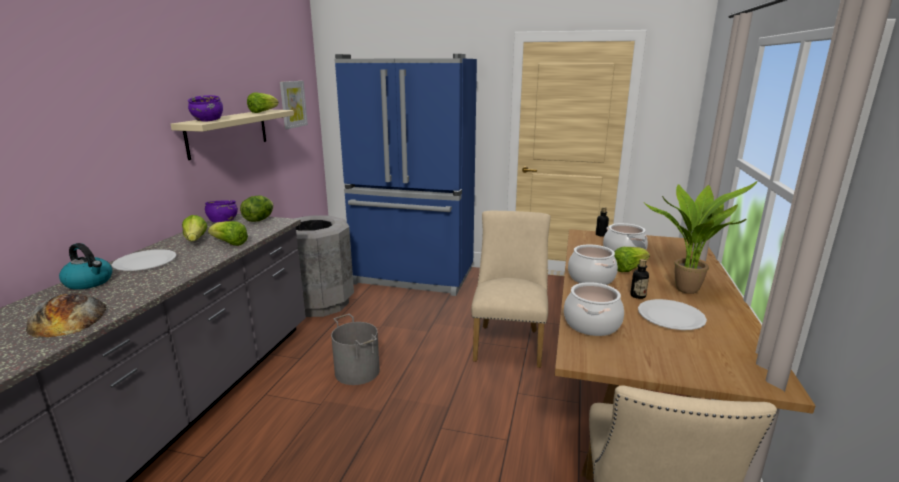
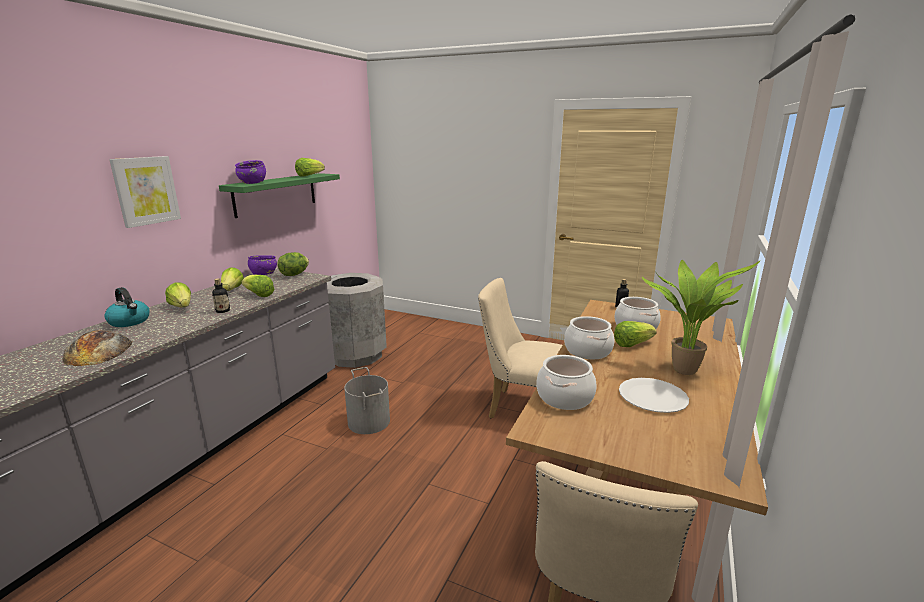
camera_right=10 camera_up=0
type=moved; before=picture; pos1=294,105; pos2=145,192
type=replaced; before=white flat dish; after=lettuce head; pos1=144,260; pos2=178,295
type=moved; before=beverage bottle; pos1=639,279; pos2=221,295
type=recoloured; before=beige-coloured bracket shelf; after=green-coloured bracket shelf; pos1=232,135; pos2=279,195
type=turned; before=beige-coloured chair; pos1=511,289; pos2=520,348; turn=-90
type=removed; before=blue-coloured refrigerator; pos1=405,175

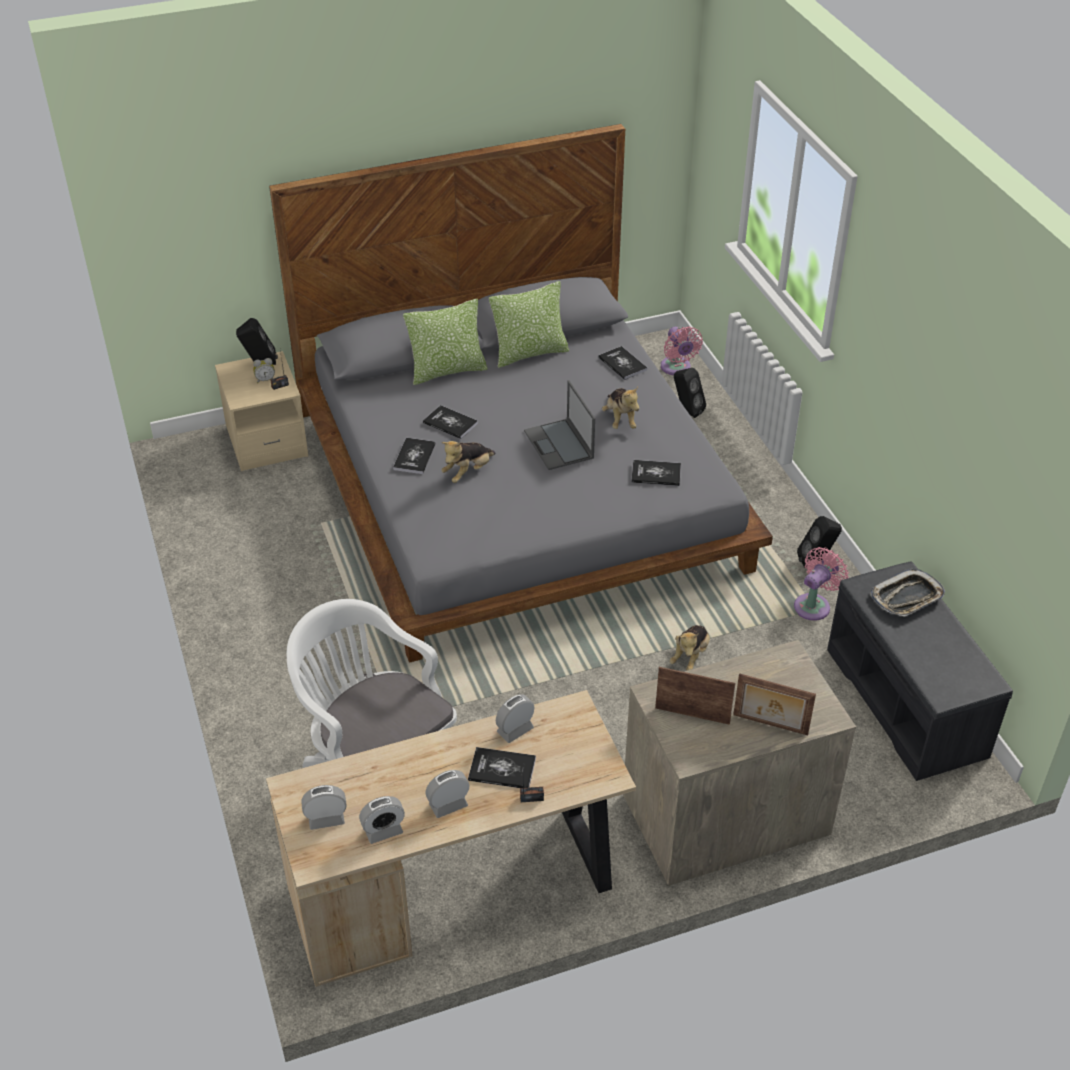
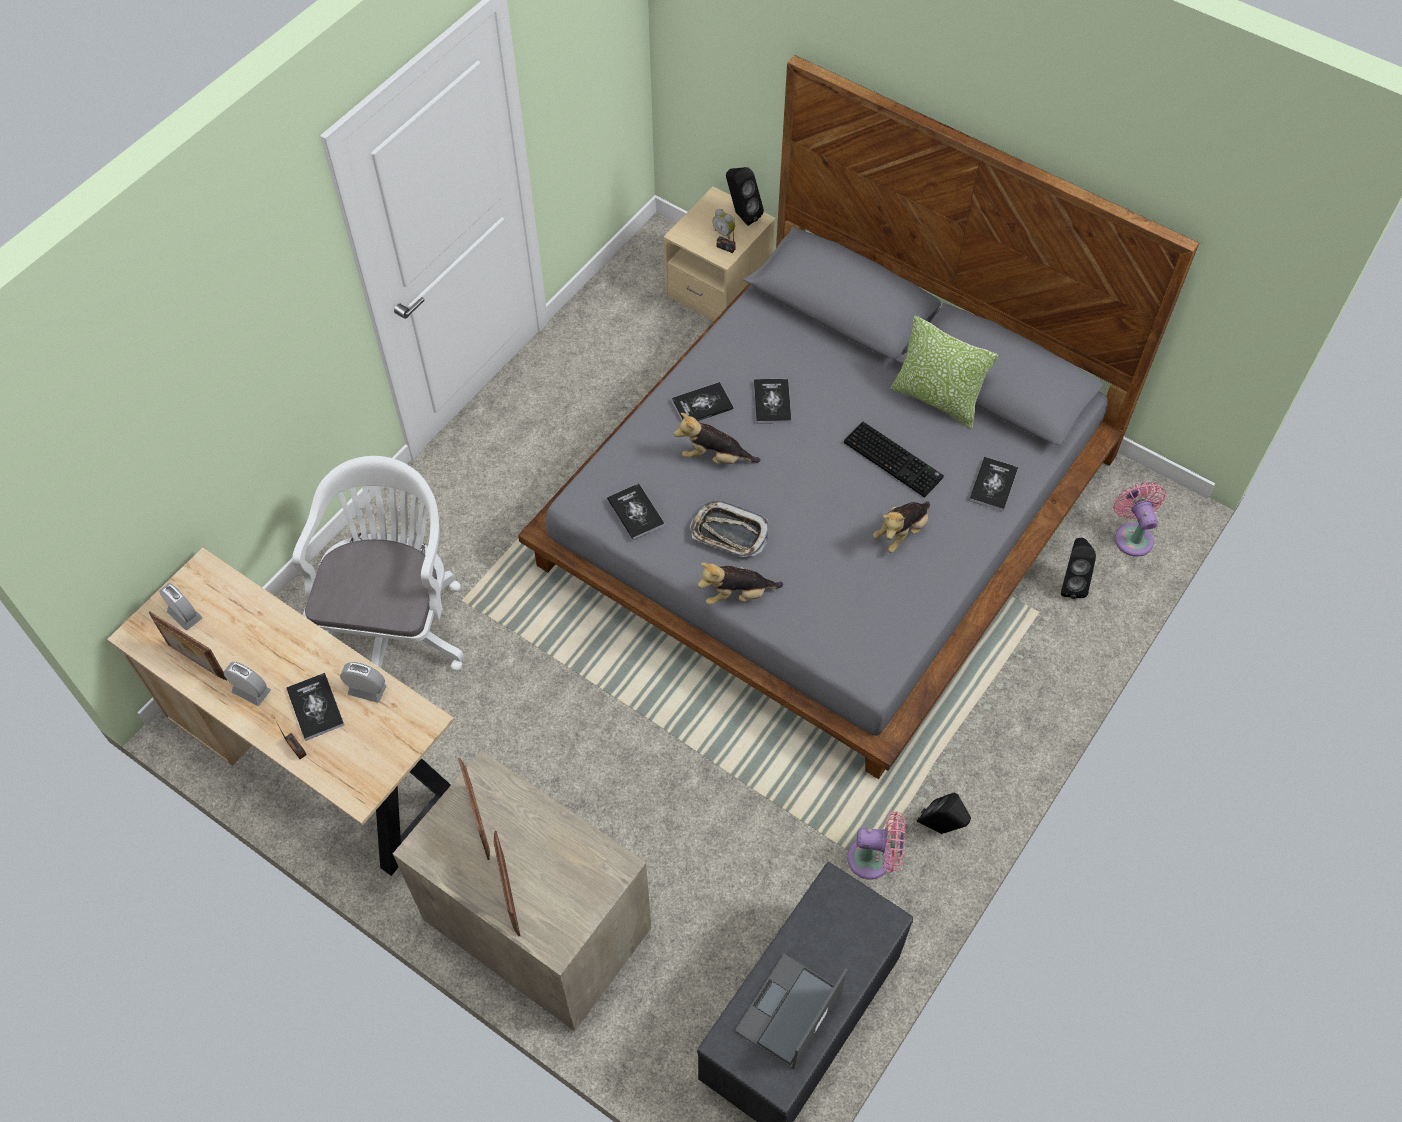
camera_right=55 camera_up=15
type=replaced; before=table clock; after=picture frame; pos1=382,820; pos2=188,646
type=moved; before=volume; pos1=656,473; pos2=636,511
type=moved; before=serving tray; pos1=907,593; pos2=729,529
type=moved; before=soft toy; pos1=689,647; pos2=740,583
type=moved; before=portable computer; pos1=559,425; pos2=791,1012
type=added; after=keyboard; pos2=894,459
type=turned; before=pinkish fan; pos1=682,351; pos2=1139,519; turn=135
type=removed; before=throw pillow; pos1=445,342

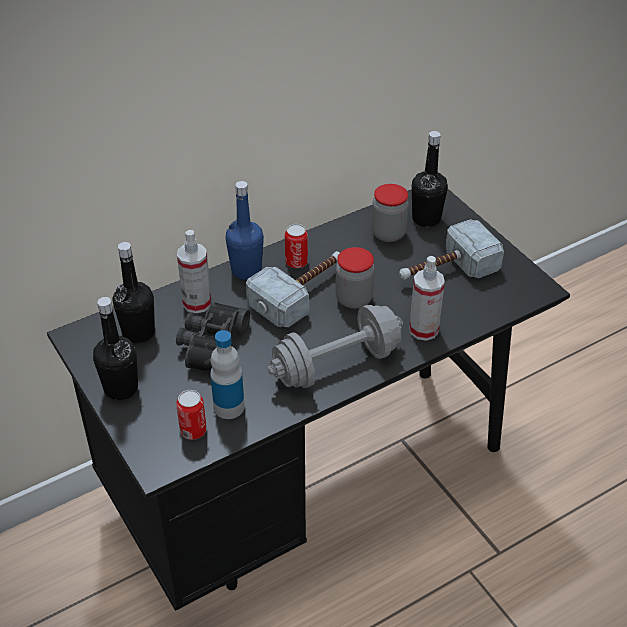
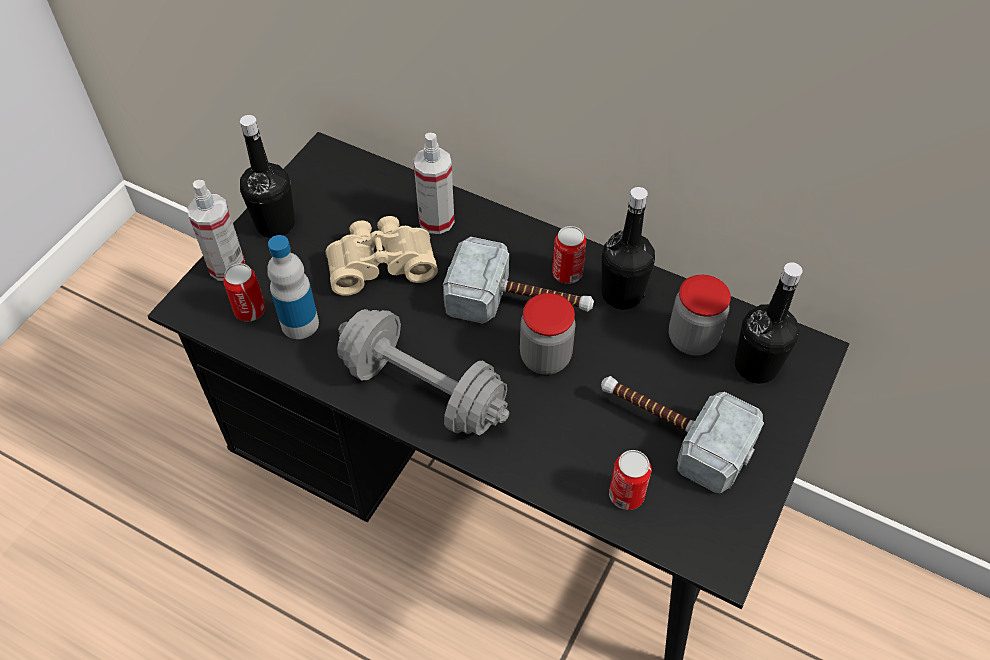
camera_right=60 camera_up=10
type=moved; before=spray bottle; pos1=427,298; pos2=216,230
type=recoloured; before=black binoculars; after=beige-coloured binoculars; pos1=213,337; pos2=382,256
type=moved; before=black beverage bottle; pos1=134,292; pos2=628,248
type=added; after=metal can; pos2=630,480
type=removed; before=blue-coloured beverage bottle; pos1=244,230

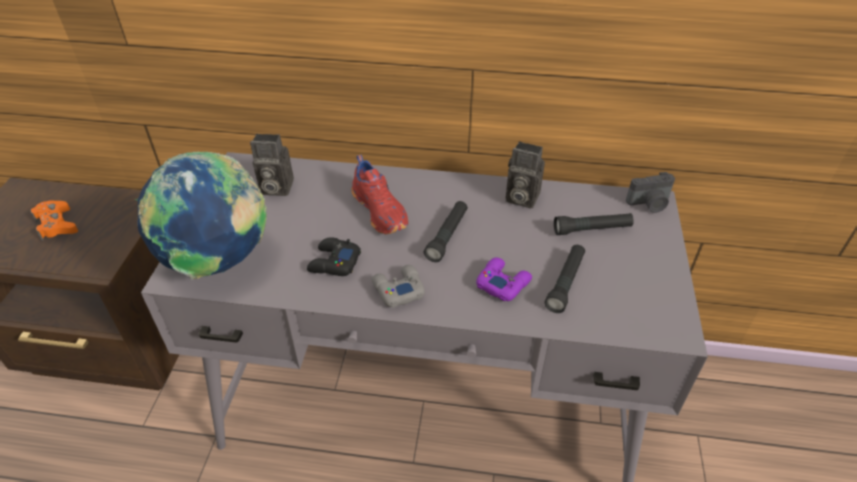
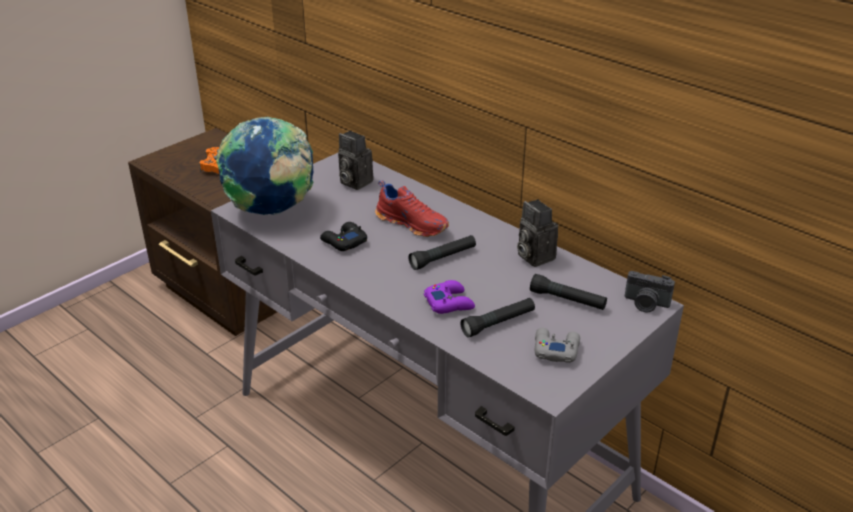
camera_right=35 camera_up=-10
type=turned; before=reddish low shoe; pos1=380,194; pos2=412,208; turn=-60
type=moved; before=greyish joypad; pos1=398,286; pos2=557,345

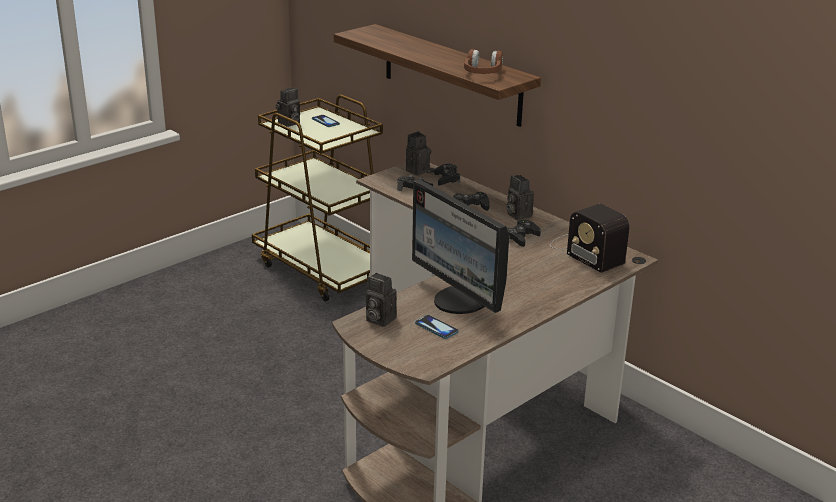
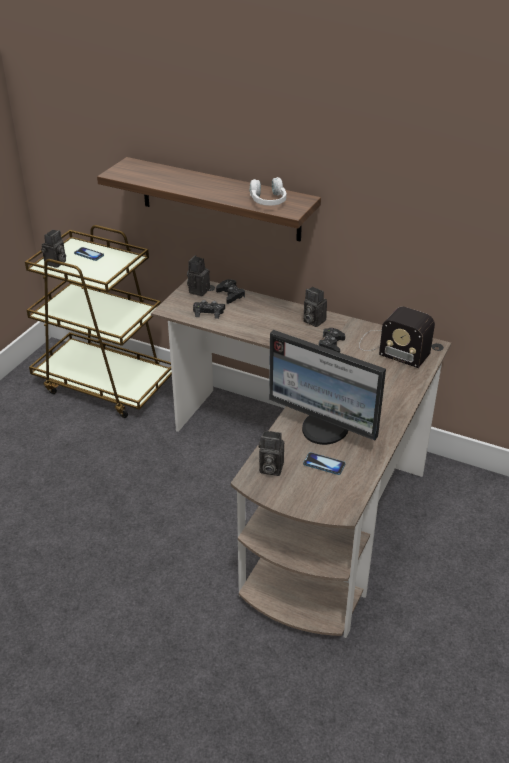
camera_right=-20 camera_up=10
type=recoloured; before=brownish headphones; after=white headphones; pos1=483,61; pos2=268,191
type=removed; before=black joypad; pos1=471,201

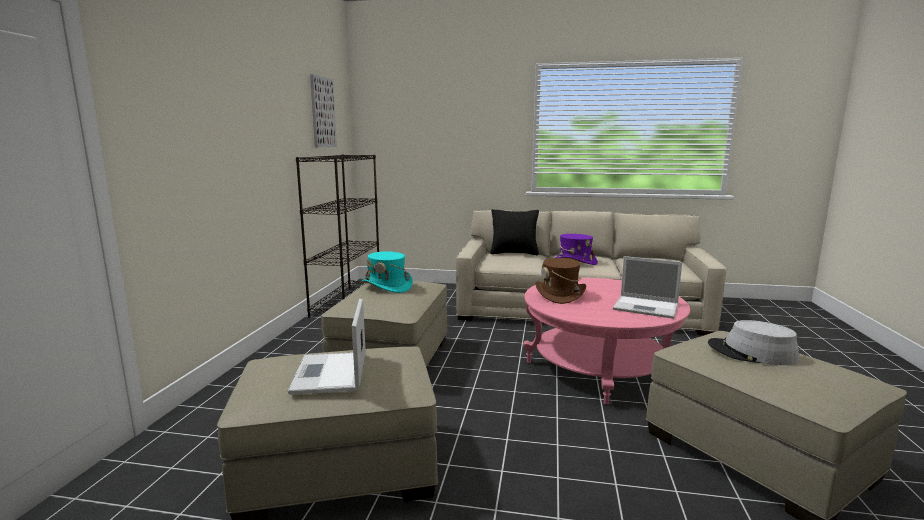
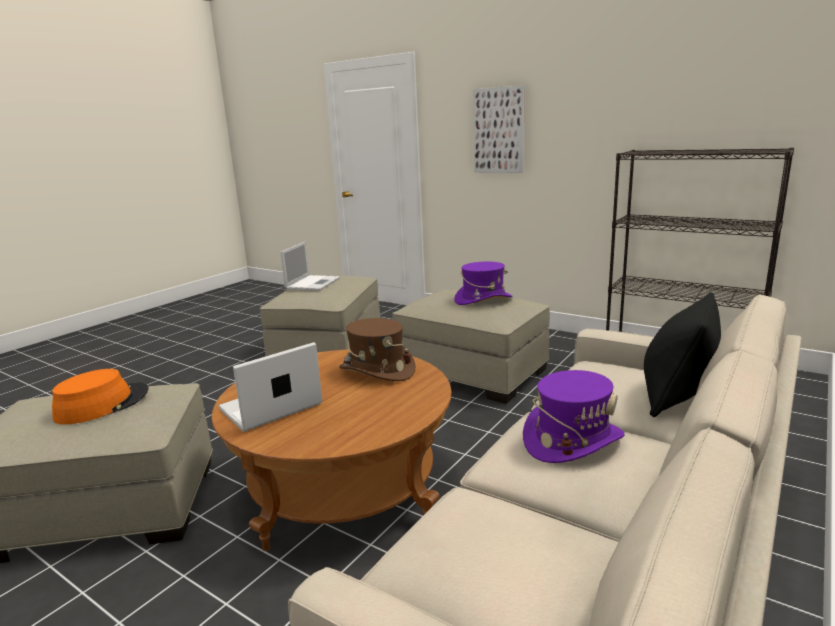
camera_right=115 camera_up=5
type=recoloured; before=greyish clothing hat; after=orangey clothing hat; pos1=753,342; pos2=100,397
type=recoloured; before=pinkish coffee table; after=brownish coffee table; pos1=606,341; pos2=331,450
type=turned; before=portable computer; pos1=327,347; pos2=310,266; turn=90
type=recoloured; before=turquoise clothing hat; after=purplish clothing hat; pos1=387,272; pos2=483,283
type=moved; before=picture; pos1=323,110; pos2=499,129

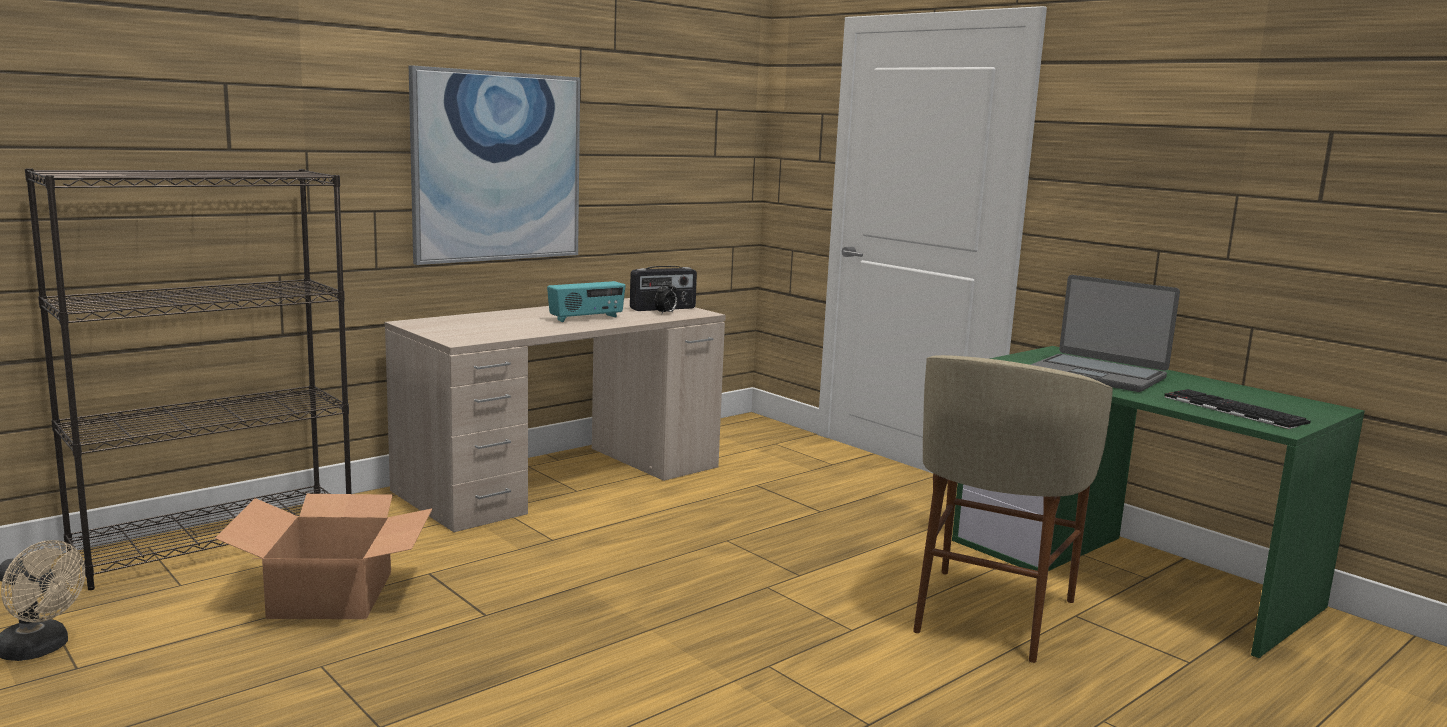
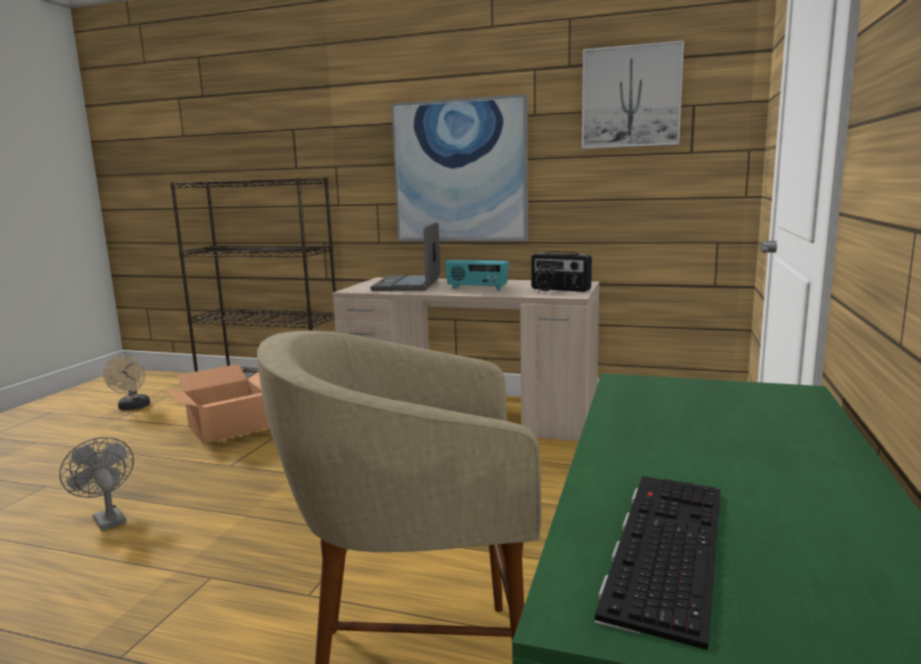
camera_right=60 camera_up=0
type=added; after=greyish fan; pos2=96,484
type=moved; before=portable computer; pos1=1105,333; pos2=405,256
type=added; after=picture; pos2=633,94

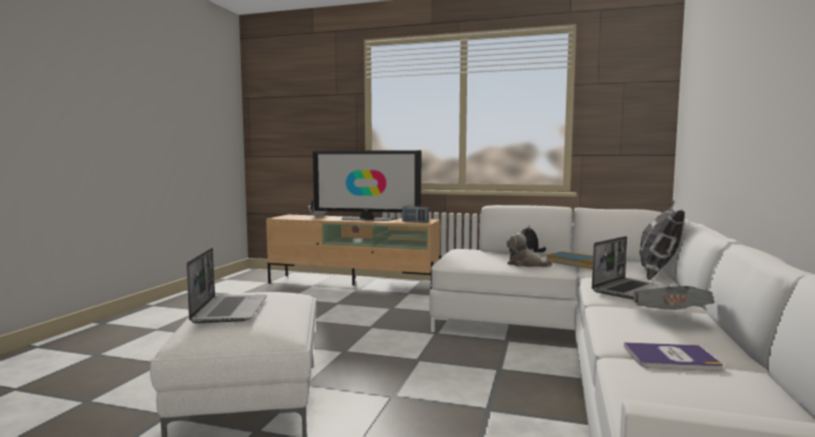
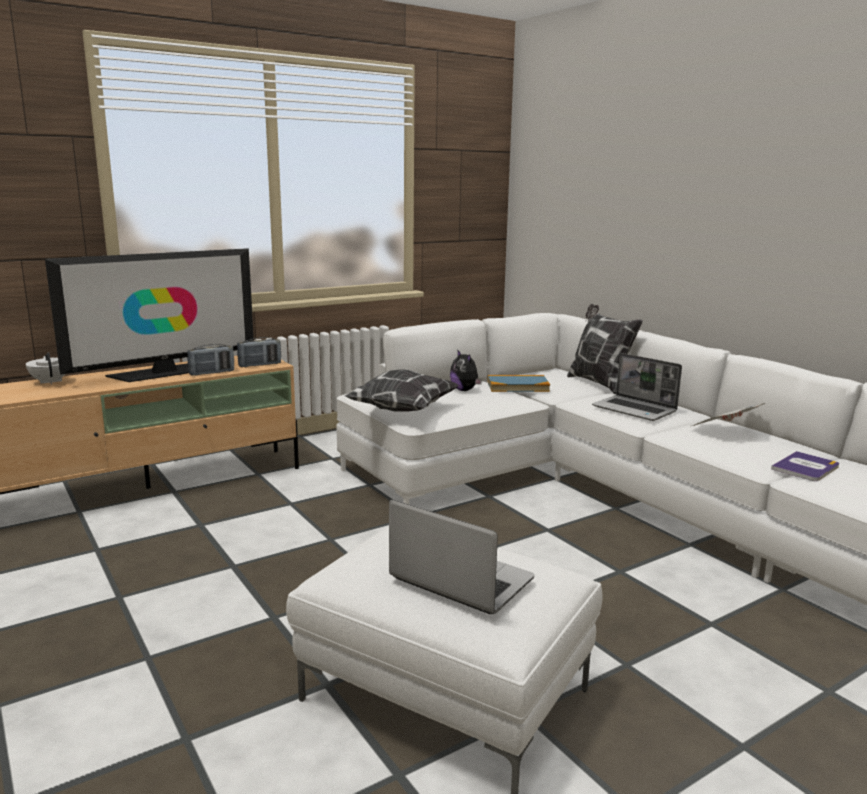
camera_right=-50 camera_up=10
type=added; after=radio set; pos2=210,360
type=added; after=throw pillow; pos2=402,390
type=turned; before=portable computer; pos1=631,268; pos2=637,387; turn=135
type=removed; before=soft toy; pos1=530,250

